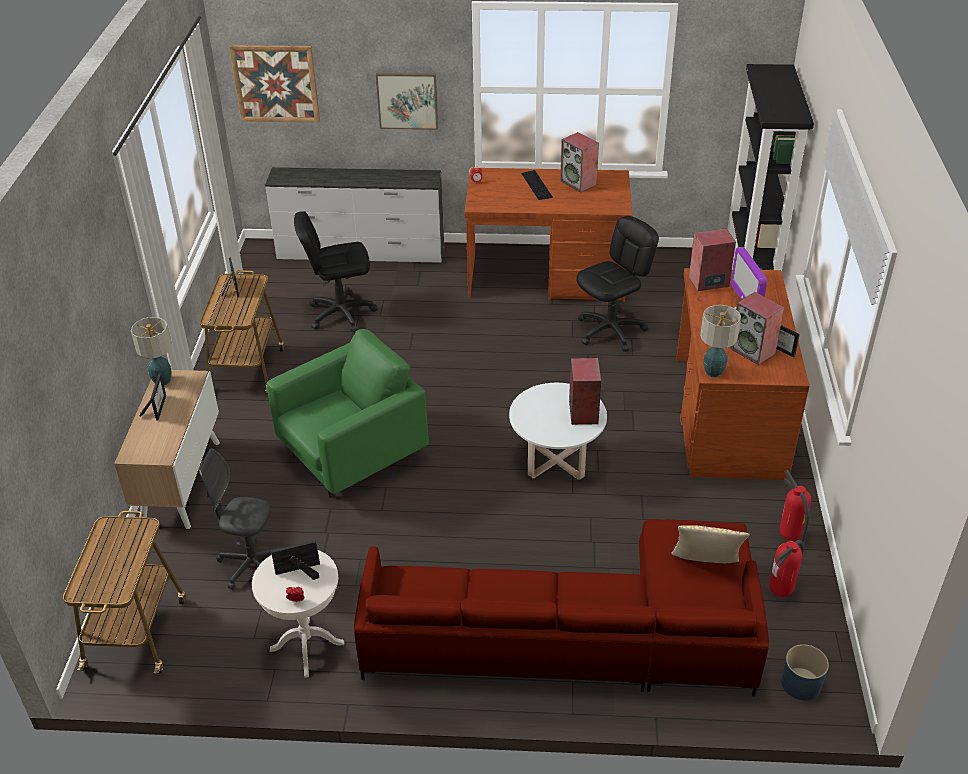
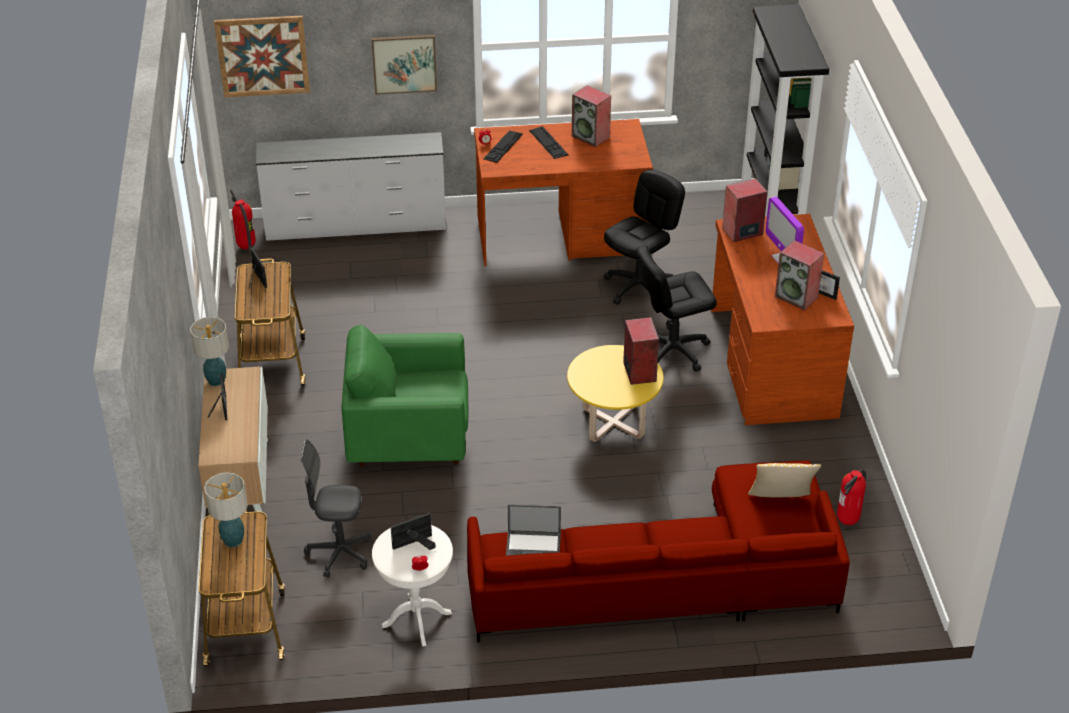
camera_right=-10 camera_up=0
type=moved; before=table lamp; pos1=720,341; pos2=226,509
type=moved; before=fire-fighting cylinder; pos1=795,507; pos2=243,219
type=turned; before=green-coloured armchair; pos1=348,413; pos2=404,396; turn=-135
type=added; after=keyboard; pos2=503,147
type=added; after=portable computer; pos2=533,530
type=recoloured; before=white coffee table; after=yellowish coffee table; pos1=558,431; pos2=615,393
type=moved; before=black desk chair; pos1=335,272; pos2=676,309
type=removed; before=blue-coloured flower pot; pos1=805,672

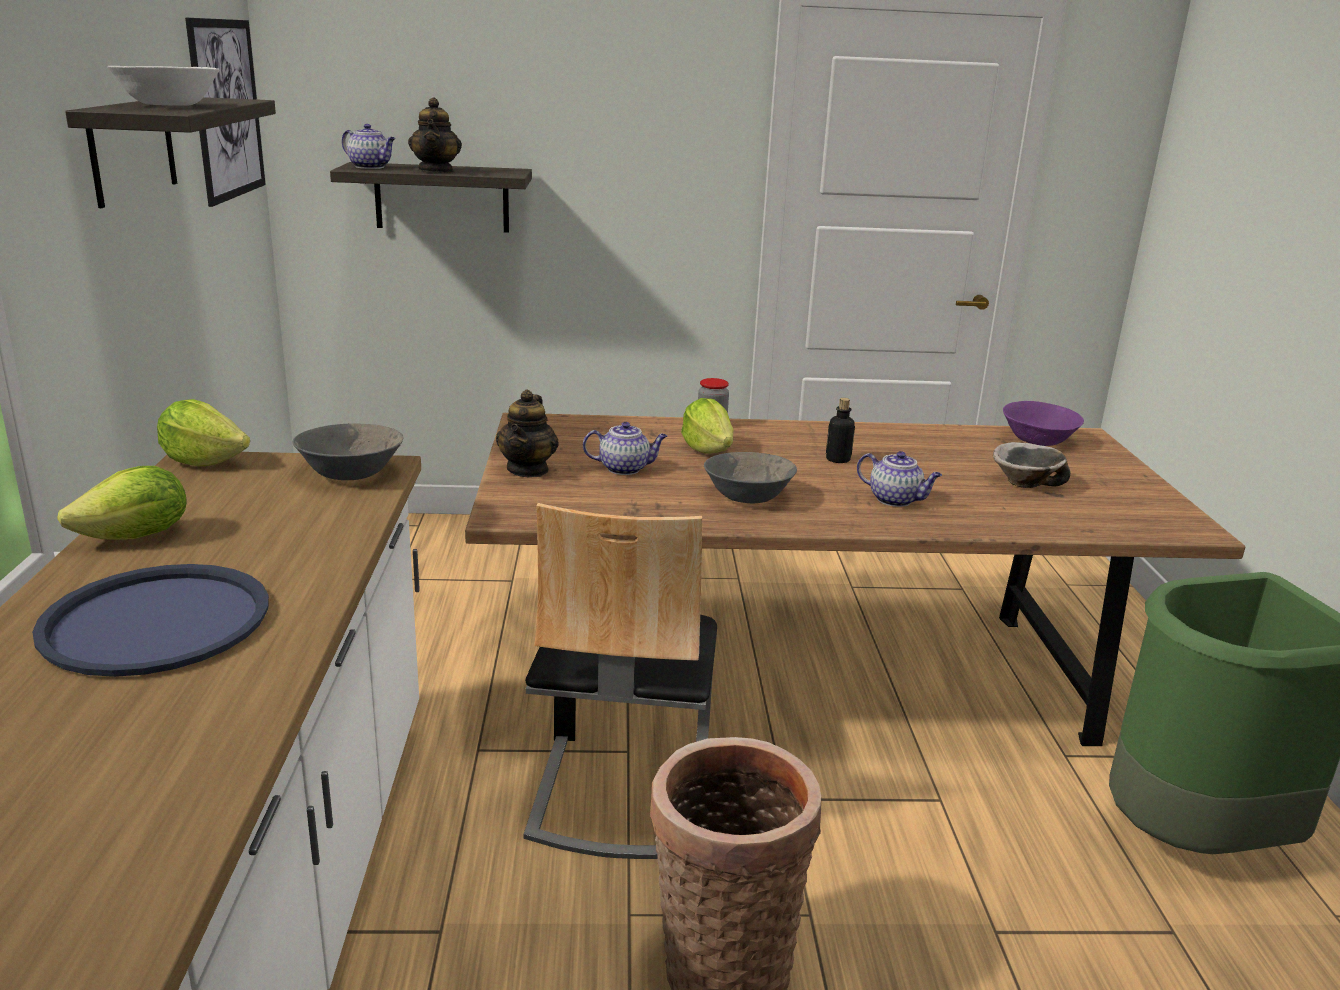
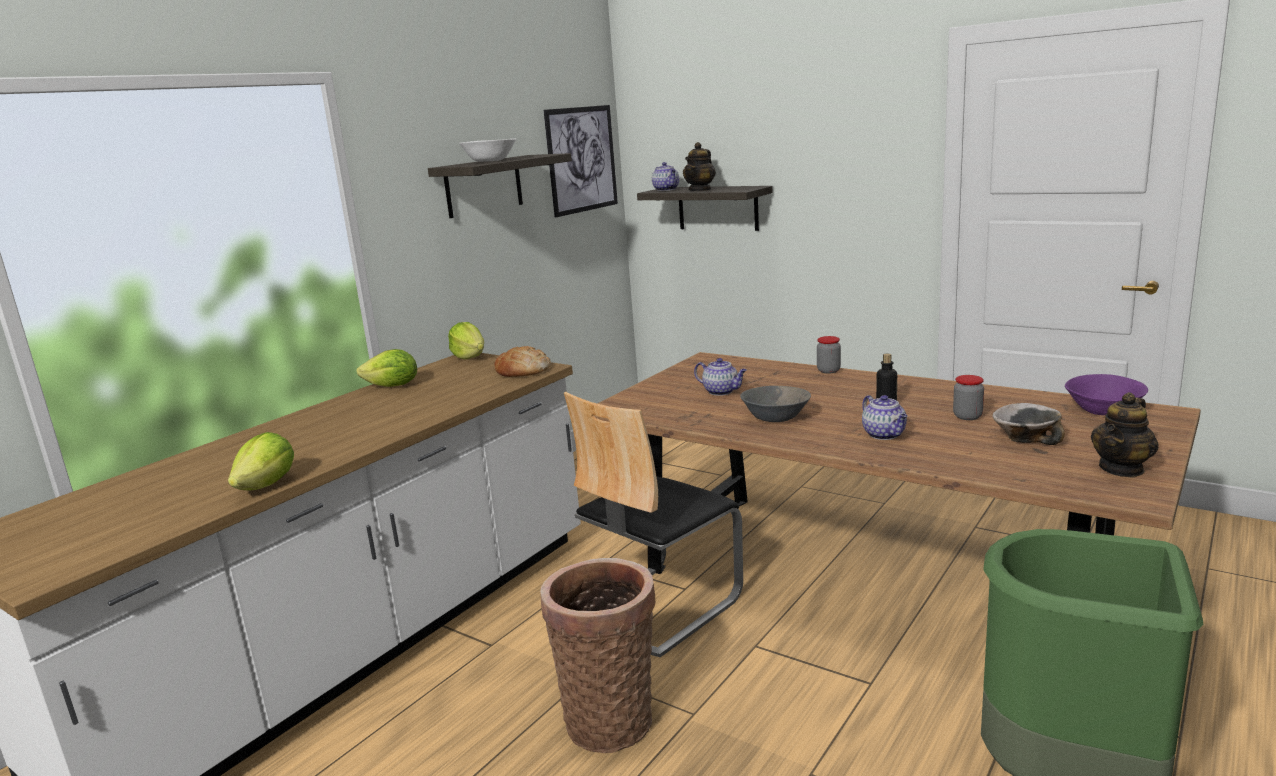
camera_right=40 camera_up=-5
type=moved; before=lettuce head; pos1=707,426; pos2=261,461
type=replaced; before=greyish serving bowl; after=baked bread; pos1=348,451; pos2=522,361
type=added; after=storage jar; pos2=968,397
type=moved; before=teapot; pos1=527,433; pos2=1125,435
type=removed; before=blue-coloured serving tray; pos1=150,620

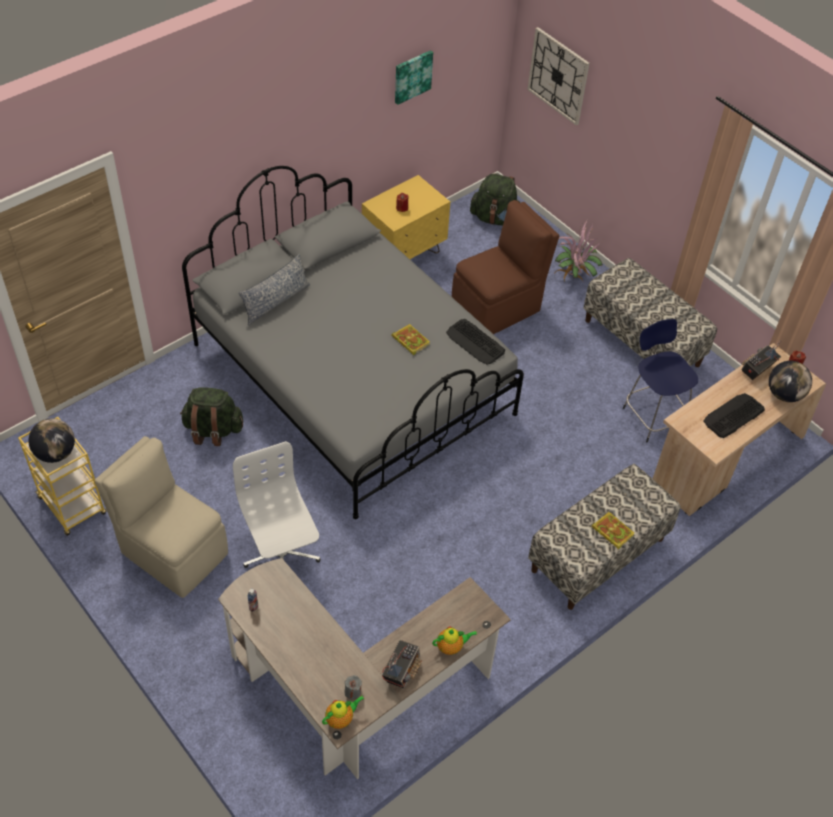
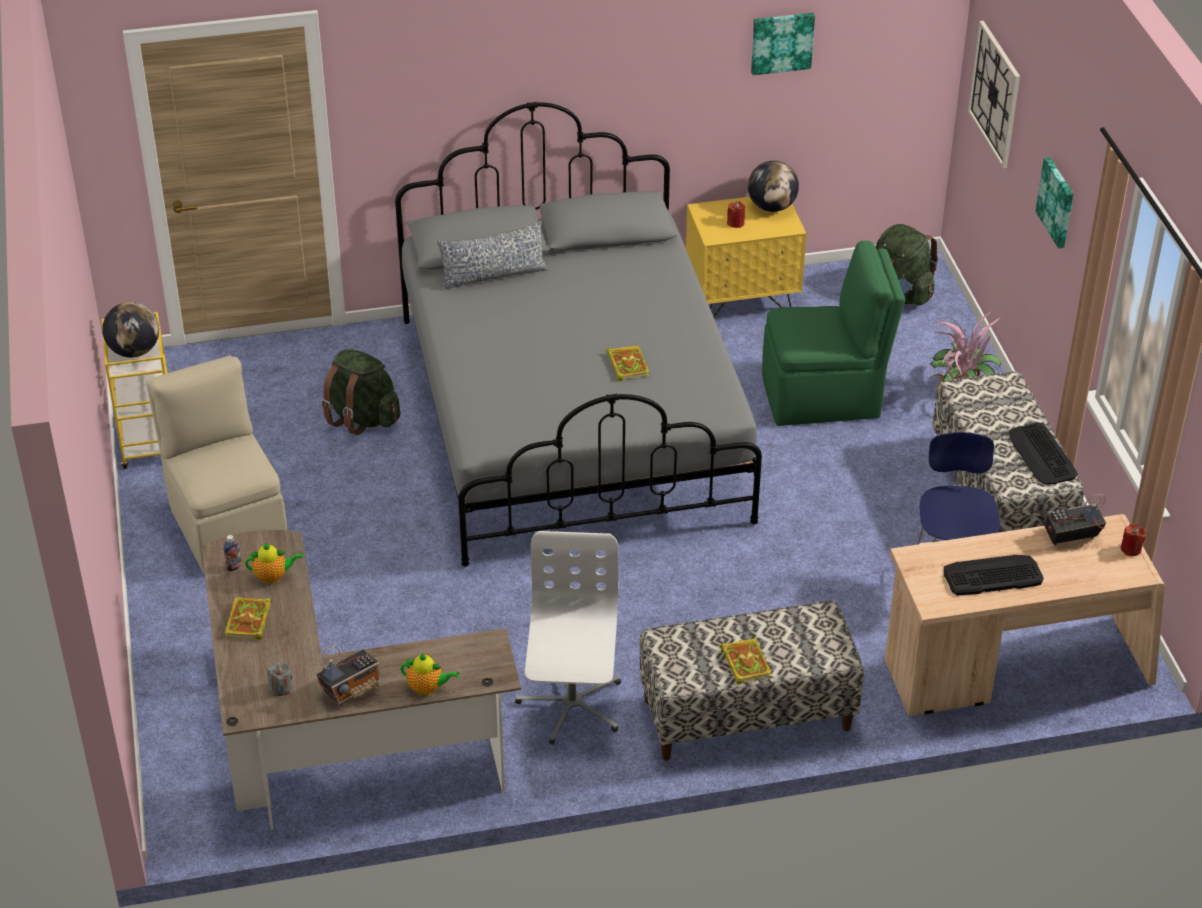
camera_right=30 camera_up=-10
type=added; after=volume; pos2=249,618
type=moved; before=teapot; pos1=343,712; pos2=274,563
type=moved; before=white desk chair; pos1=276,504; pos2=568,638
type=moved; before=globe; pos1=790,381; pos2=773,186
type=recoloured; before=brownish chair; after=green-coloured chair; pos1=505,267; pos2=833,333
type=moved; before=keyboard; pos1=475,342; pos2=1043,453
type=added; after=picture; pos2=1054,202

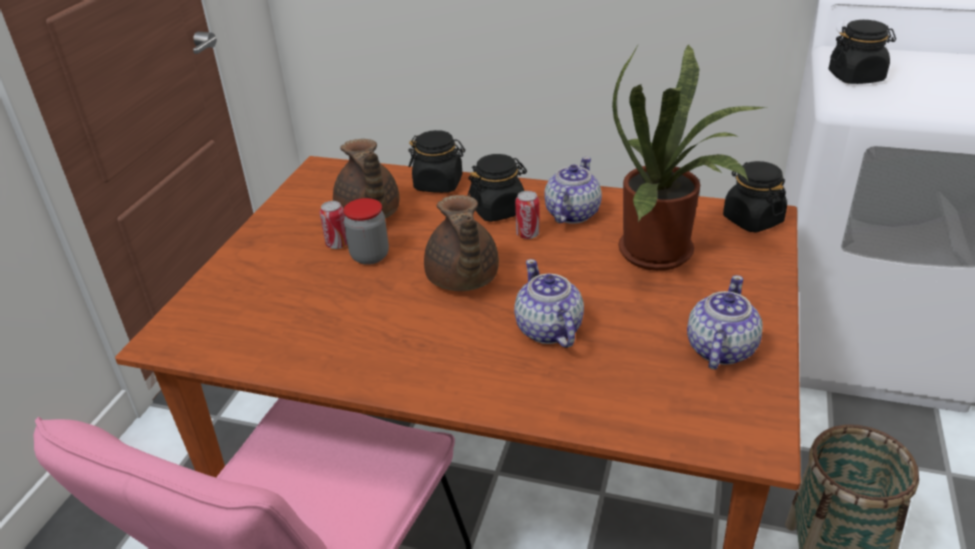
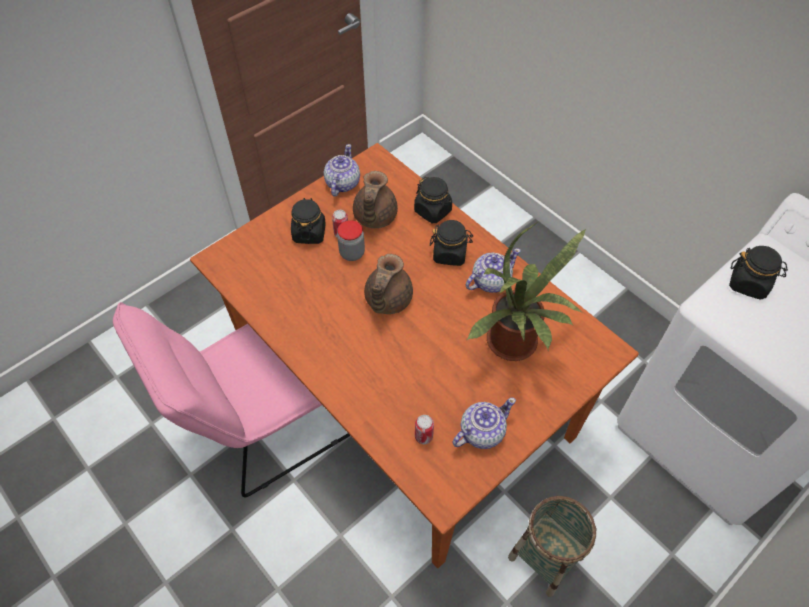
camera_right=30 camera_up=20
type=moved; before=black storage jar; pos1=755,197; pos2=308,221
type=moved; before=teapot; pos1=549,303; pos2=342,170
type=moved; before=metal can; pos1=527,215; pos2=424,429

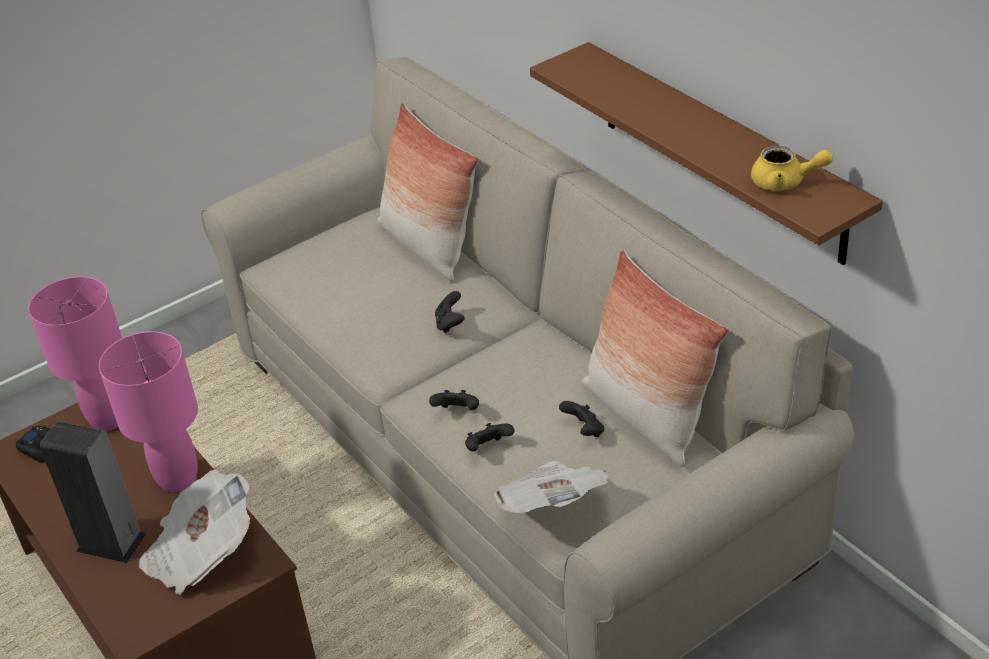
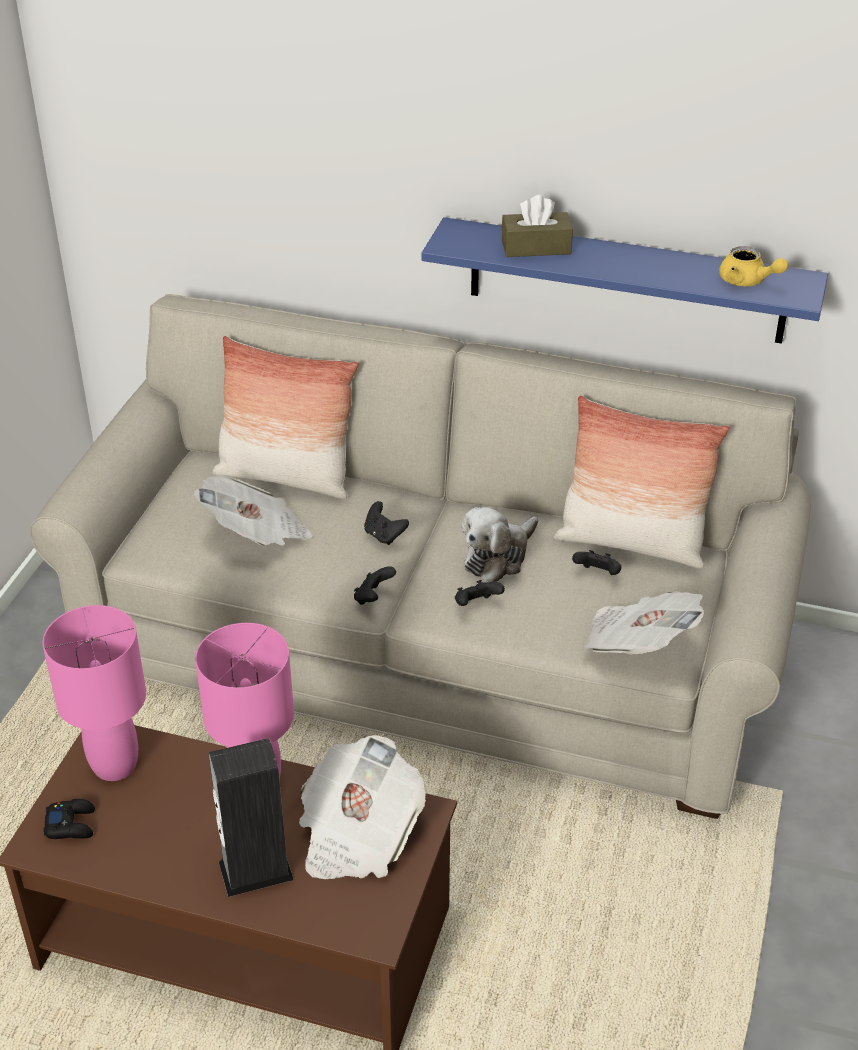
camera_right=-40 camera_up=0
type=added; after=printed paper; pos2=253,510
type=moved; before=black joypad; pos1=489,437; pos2=375,585
type=recoloured; before=brownish bracket shelf; after=blue-coloured bracket shelf; pos1=706,153; pos2=625,280
type=added; after=soft toy; pos2=500,544
type=added; after=brownish tissue holder; pos2=537,226
type=turned; before=yellowish teapot; pos1=792,168; pos2=753,266; turn=60

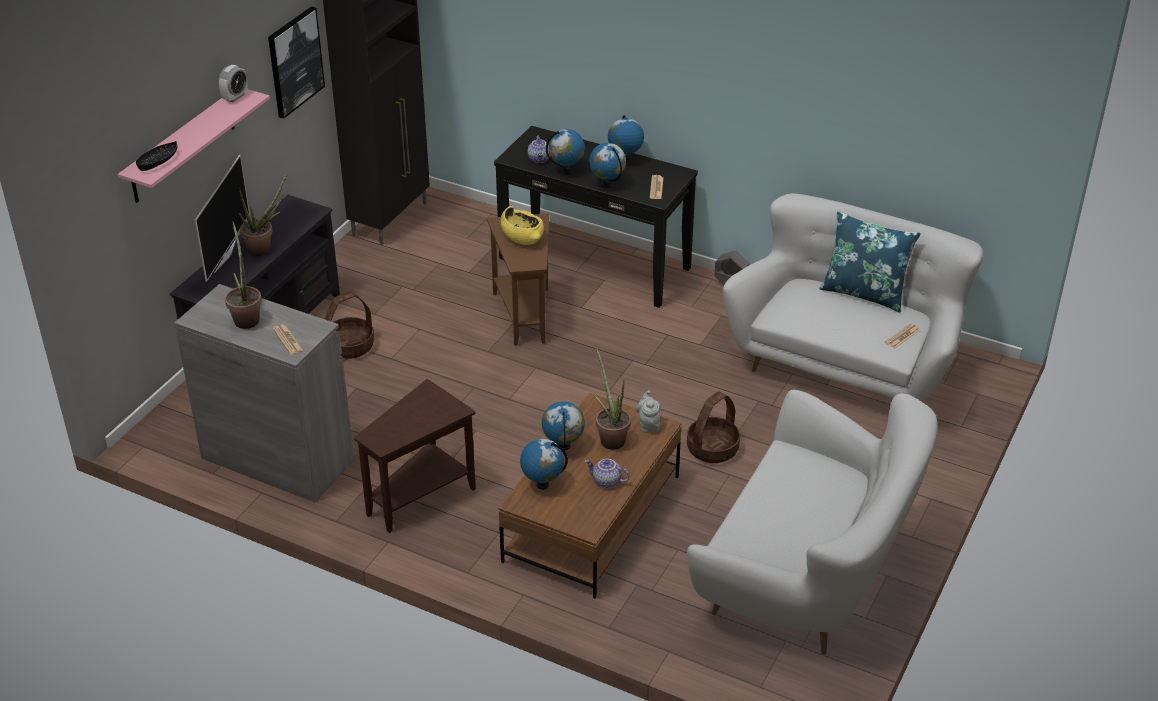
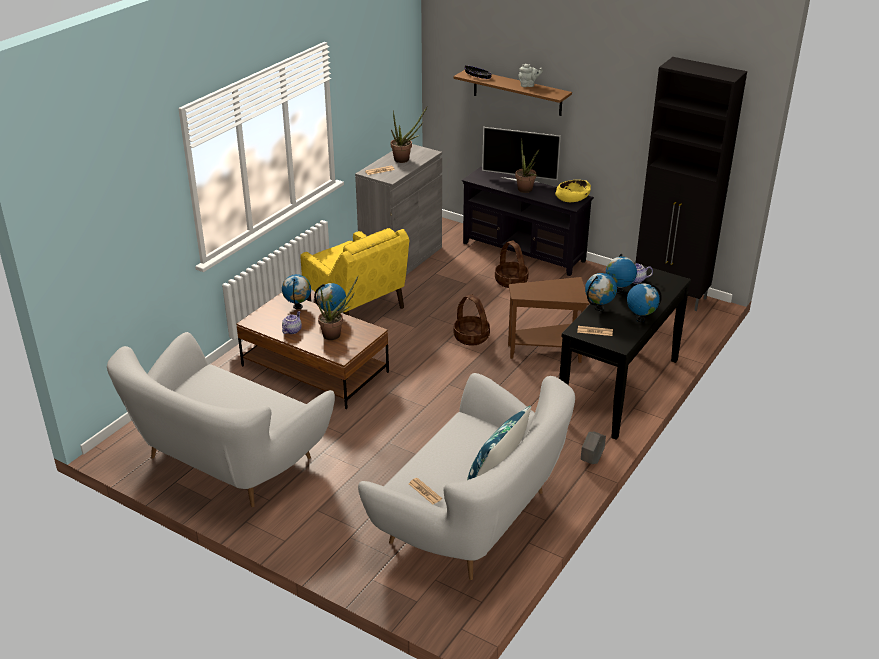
camera_right=95 camera_up=-5
type=replaced; before=brownish side table; after=yellowish armchair; pos1=415,456; pos2=355,271
type=recoloured; before=pinkish bracket shelf; after=brownish bracket shelf; pos1=194,146; pos2=512,93
type=moved; before=basket; pos1=713,427; pos2=471,320
type=moved; before=greyish teapot; pos1=648,411; pos2=531,75
type=moved; before=yellowish serving bowl; pos1=522,225; pos2=573,191
type=removed; before=table clock; pos1=233,83
type=removed; before=picture; pos1=296,62

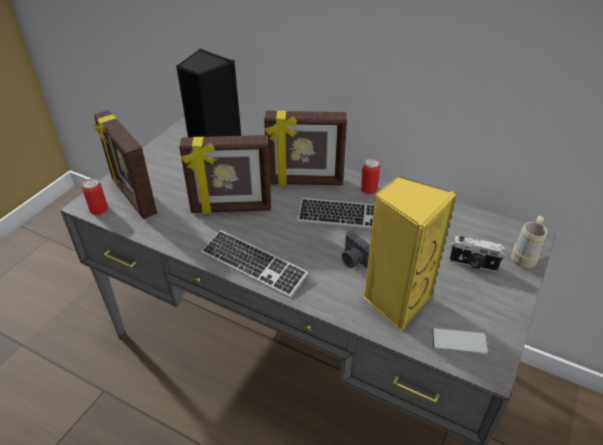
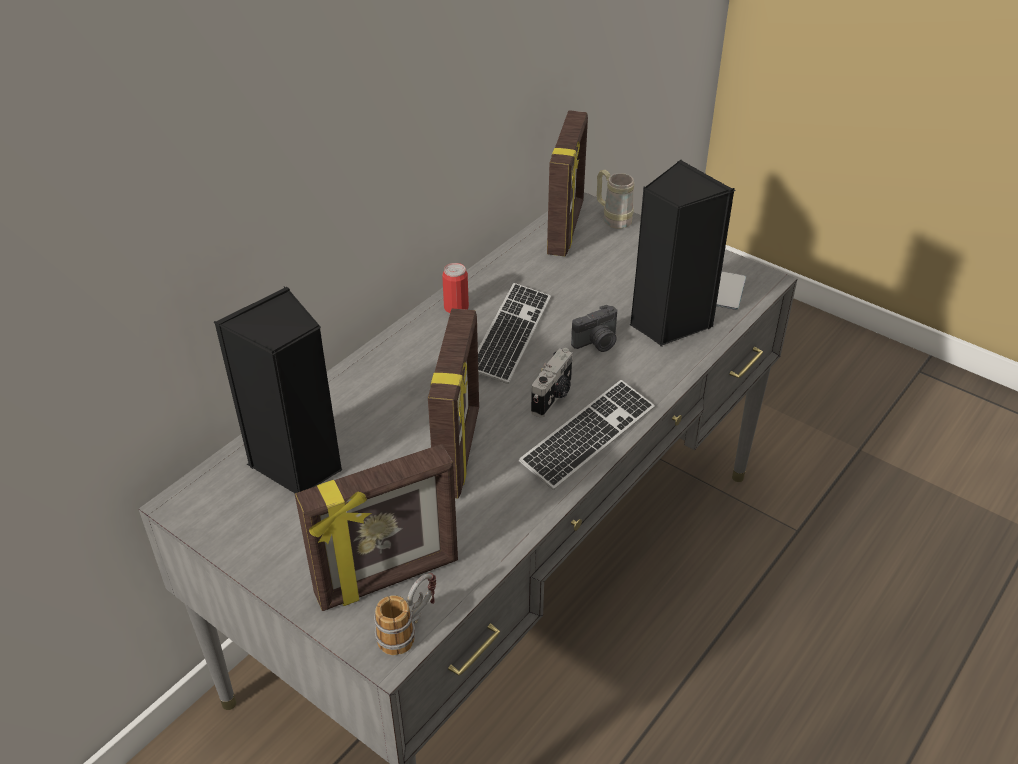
camera_right=-80 camera_up=0
type=replaced; before=metal can; after=tea mug; pos1=95,196; pos2=405,614
type=moved; before=still camera; pos1=477,254; pos2=552,383
type=moved; before=picture frame; pos1=305,148; pos2=567,183
type=recoloured; before=yellowish audio speaker; after=black audio speaker; pos1=410,253; pos2=682,253

